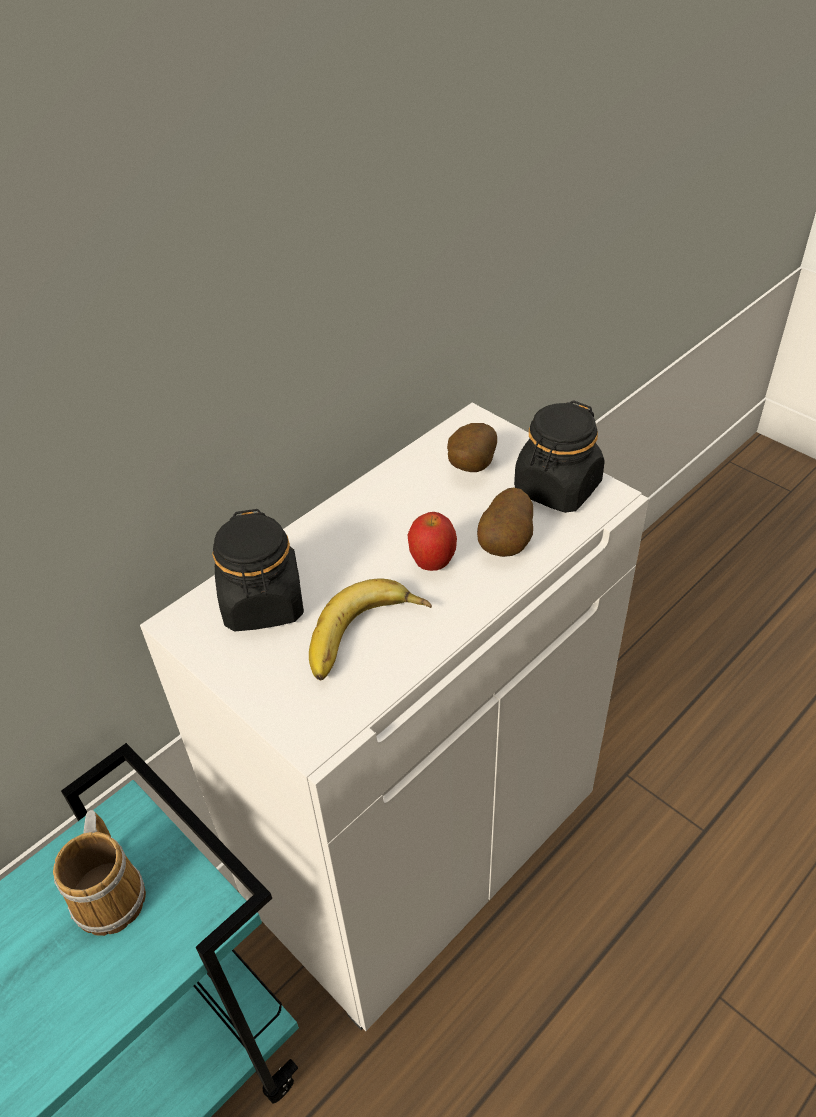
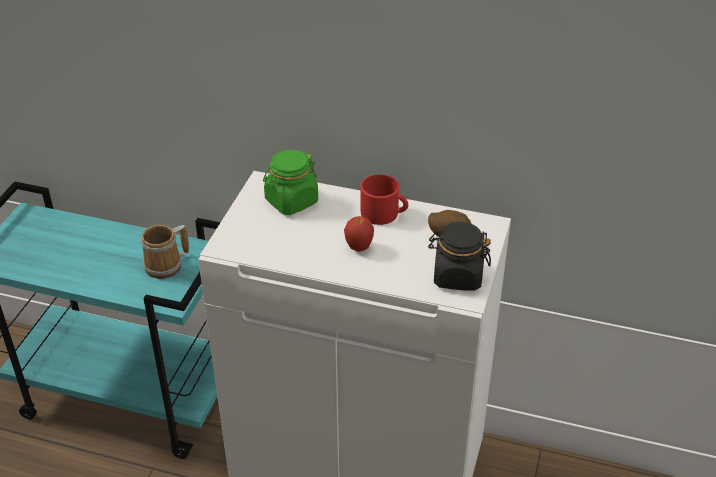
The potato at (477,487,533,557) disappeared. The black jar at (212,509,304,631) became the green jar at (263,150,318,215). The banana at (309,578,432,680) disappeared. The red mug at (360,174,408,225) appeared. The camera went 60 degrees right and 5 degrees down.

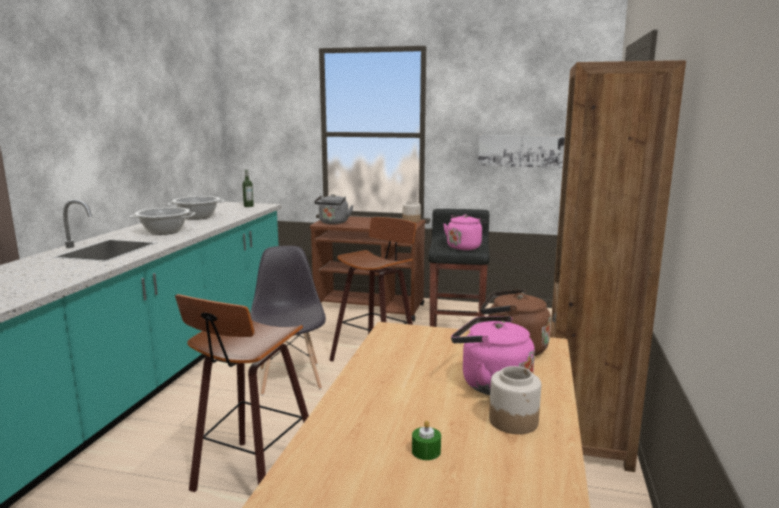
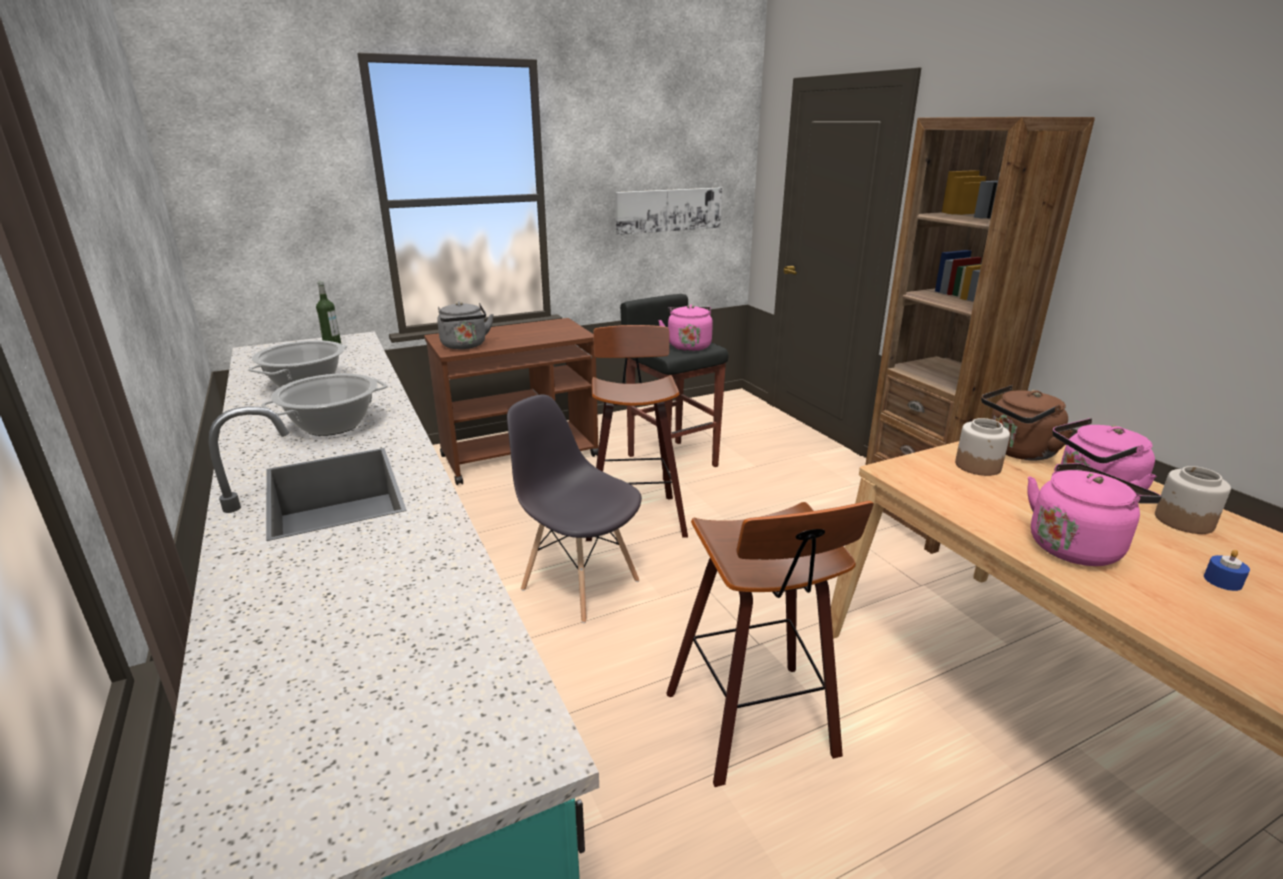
The jar moved from (403,201,421,223) to (955,418,1010,476). The green candle at (412,420,441,460) became the blue candle at (1204,550,1250,591). The pink kettle at (1027,463,1162,566) appeared. The camera went 40 degrees left and 10 degrees up.

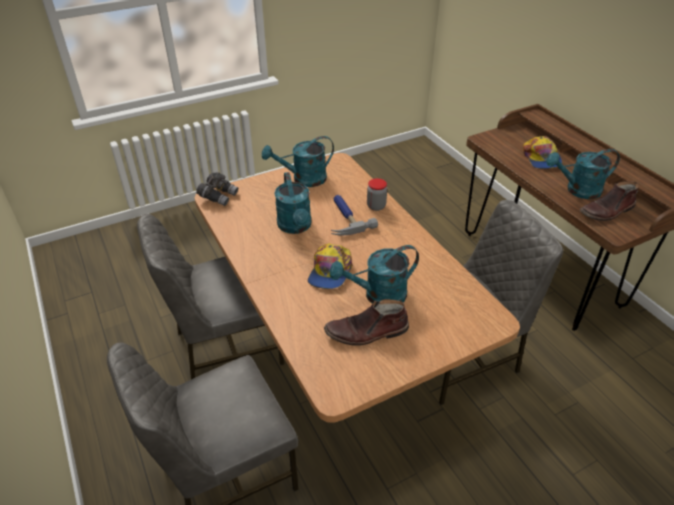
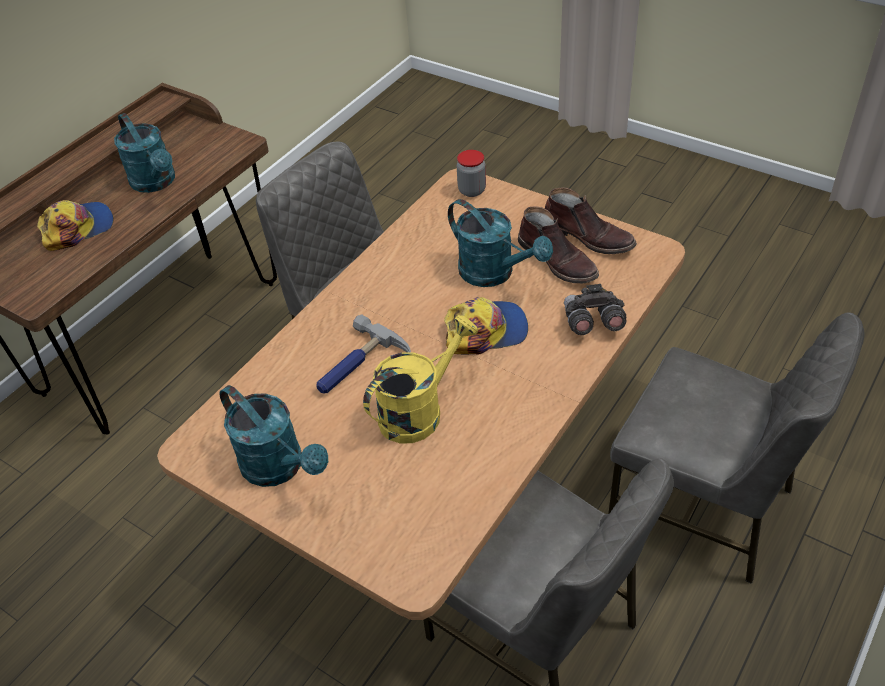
The grey binoculars moved from (196,172,238,206) to (564,284,626,335). The turquoise watering can at (274,172,311,234) became the yellow watering can at (363,315,478,443). The jar moved from (367,178,387,211) to (457,150,486,197). The brown boot moved from (580,181,639,221) to (545,187,637,254). The camera went 115 degrees left and 5 degrees up.

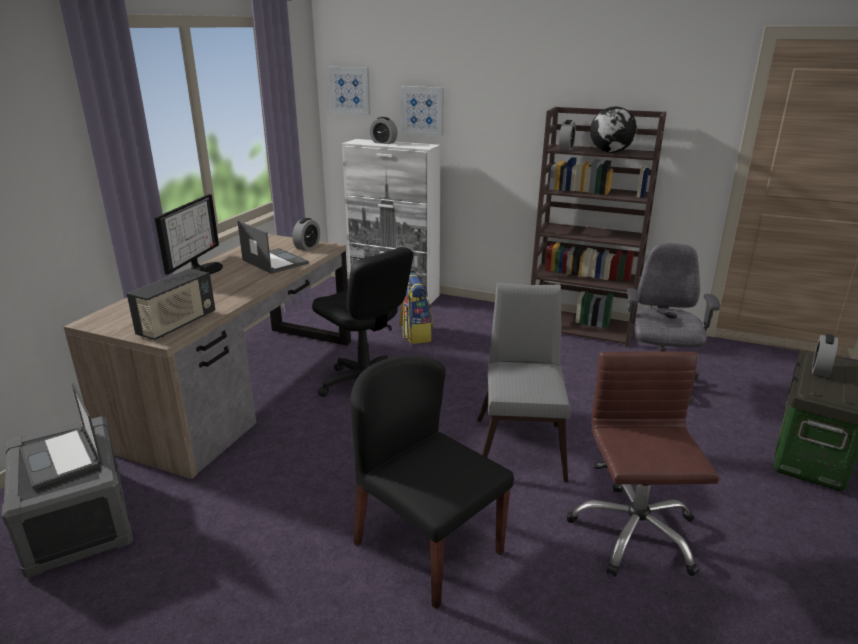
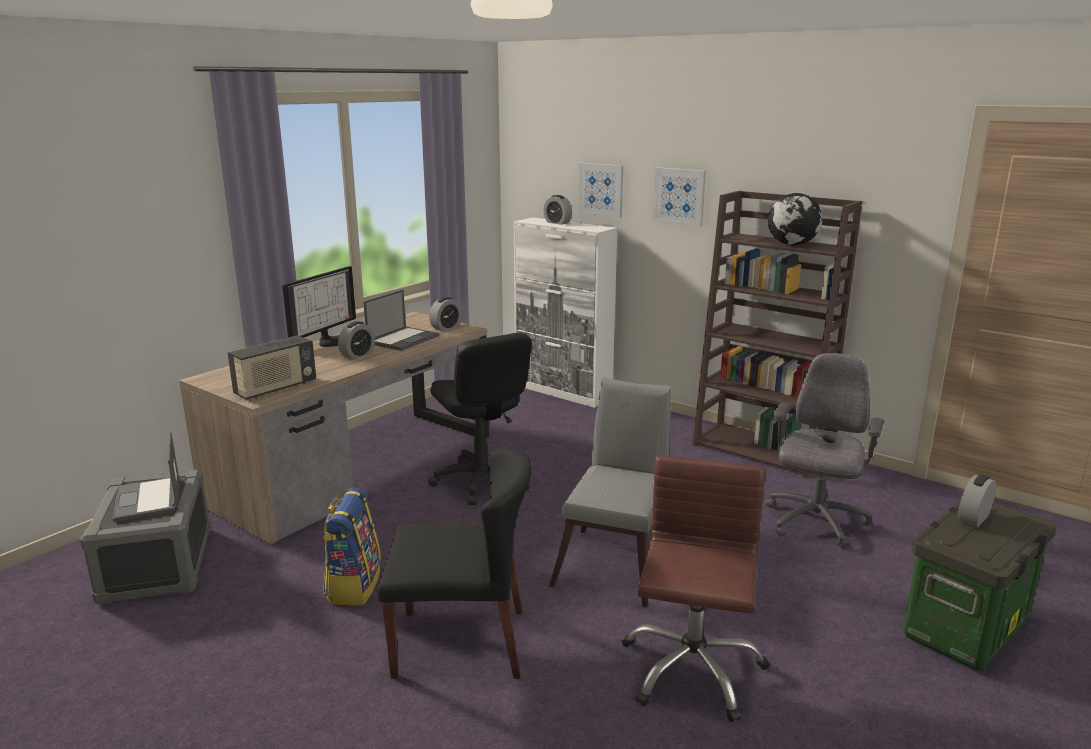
The picture moved from (328,67,370,115) to (653,167,706,227). The alarm clock moved from (559,120,576,151) to (338,321,375,359). The laptop at (238,221,309,274) turned 60 degrees clockwise. The backpack moved from (399,273,433,344) to (323,487,381,605). The black chair at (350,355,514,609) turned 120 degrees clockwise. The camera went 15 degrees right and 5 degrees down.

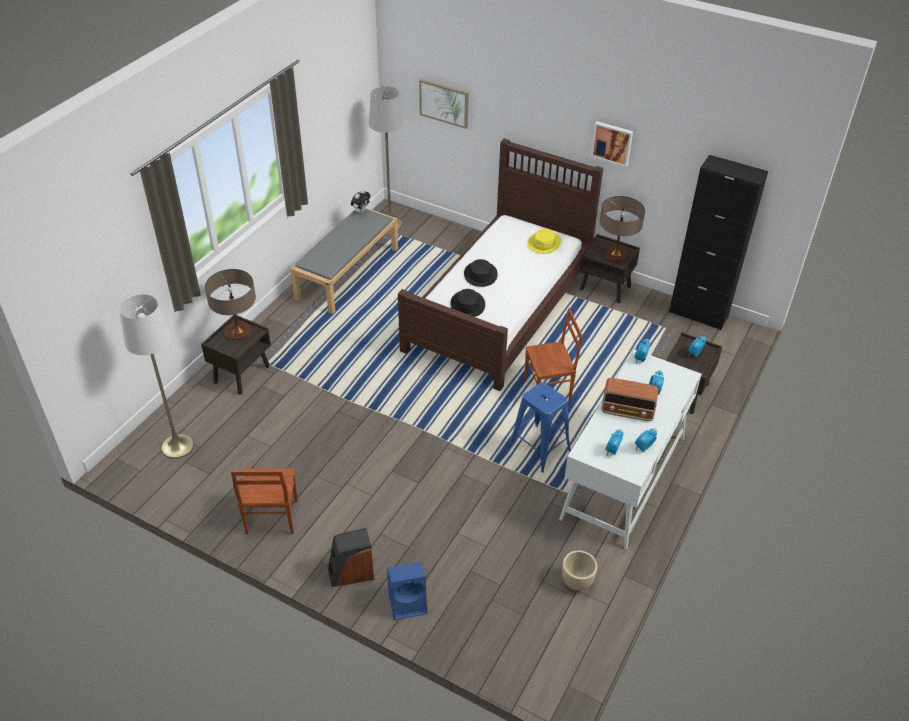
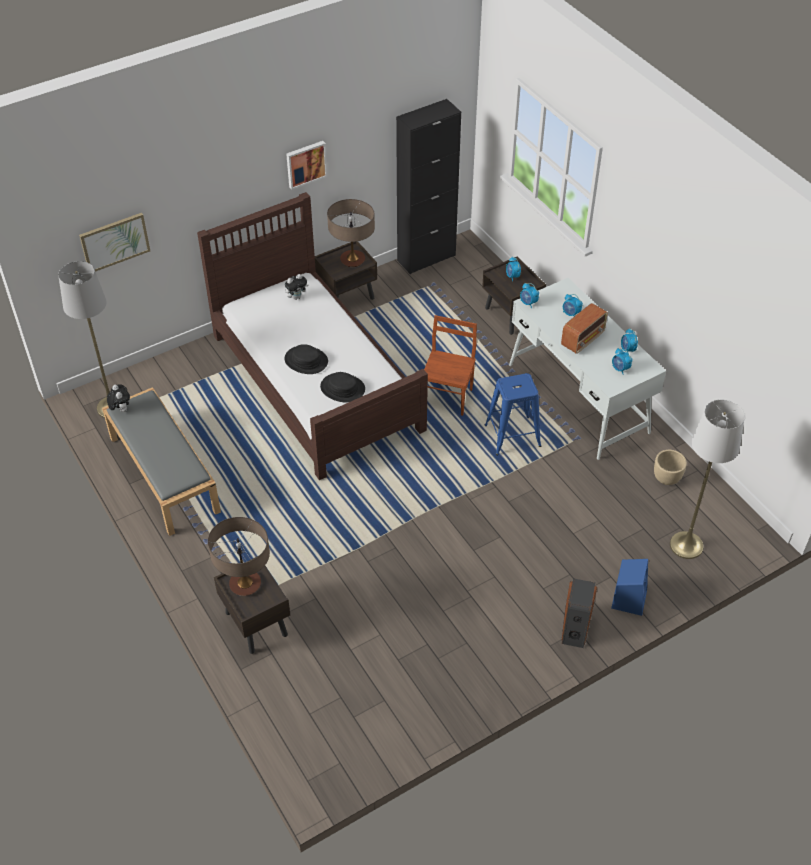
The yellow hat at (527,229,562,254) was replaced by the plush toy at (285,274,309,300). The white floor lamp moved from (119,294,194,459) to (670,400,745,559). The brown chair at (231,468,298,534) disappeared. The camera went 60 degrees left and 5 degrees up.

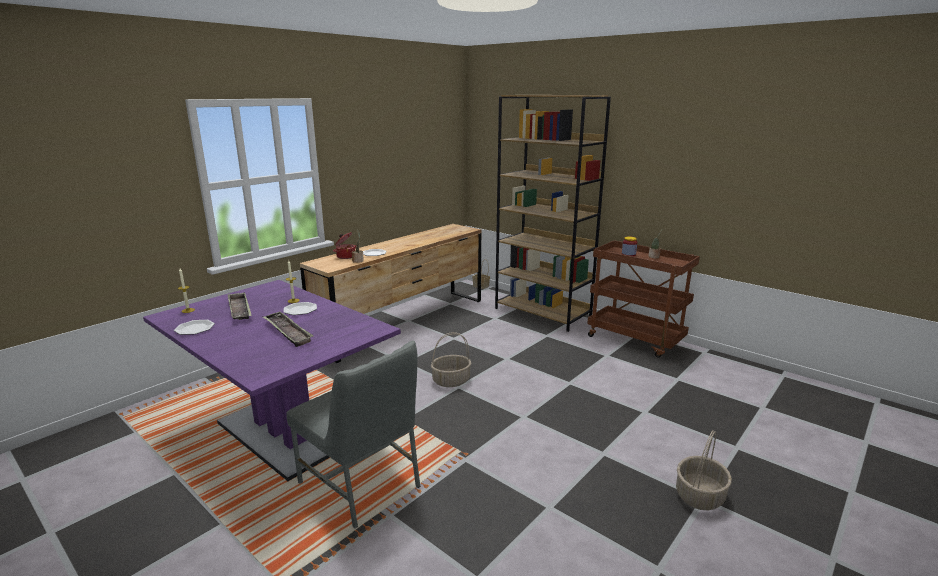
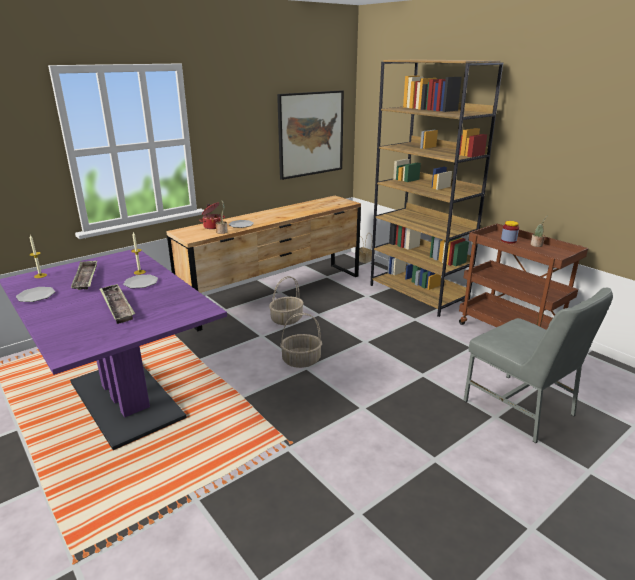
The grey chair moved from (286,341,421,529) to (463,288,613,443). The basket moved from (676,430,732,510) to (269,276,304,325). The picture at (277,90,344,180) appeared. The camera went 10 degrees right and 5 degrees up.

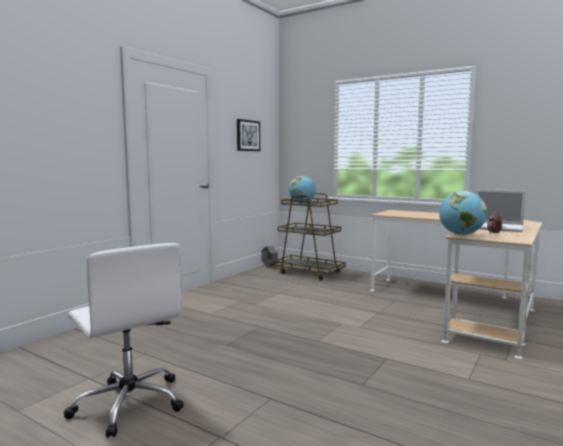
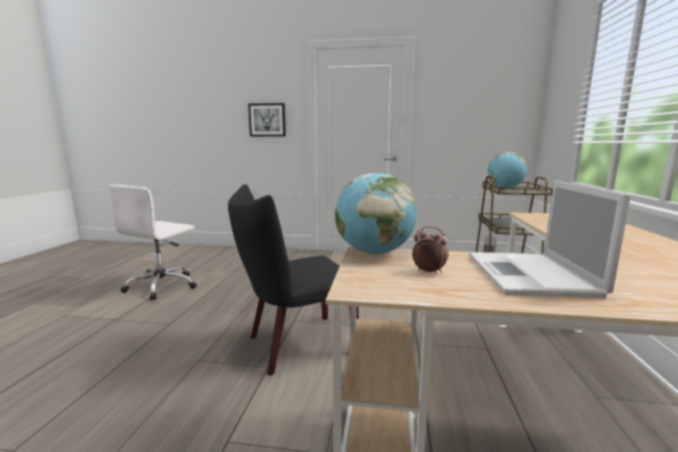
The picture moved from (237,119,260,151) to (248,103,286,137). The black chair at (228,184,359,376) appeared. The camera went 65 degrees right and 5 degrees up.

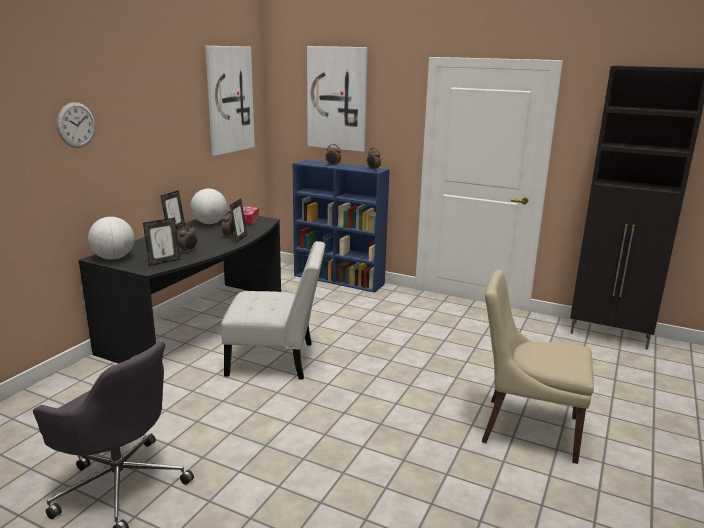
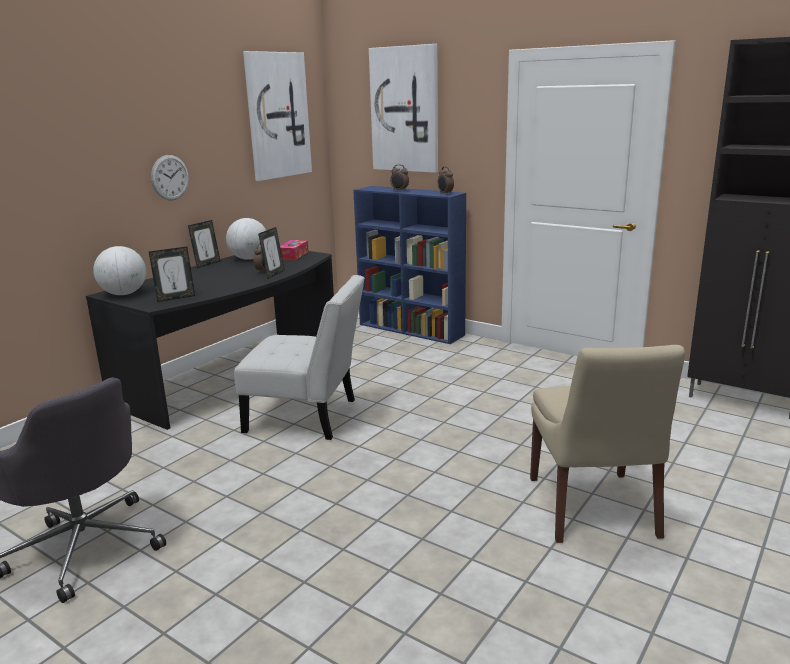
The wall clock moved from (57,102,95,148) to (151,155,189,200). The alarm clock at (178,225,197,252) disappeared. The beige chair at (482,270,594,464) turned 120 degrees counterclockwise. The camera went 10 degrees right and 0 degrees up.

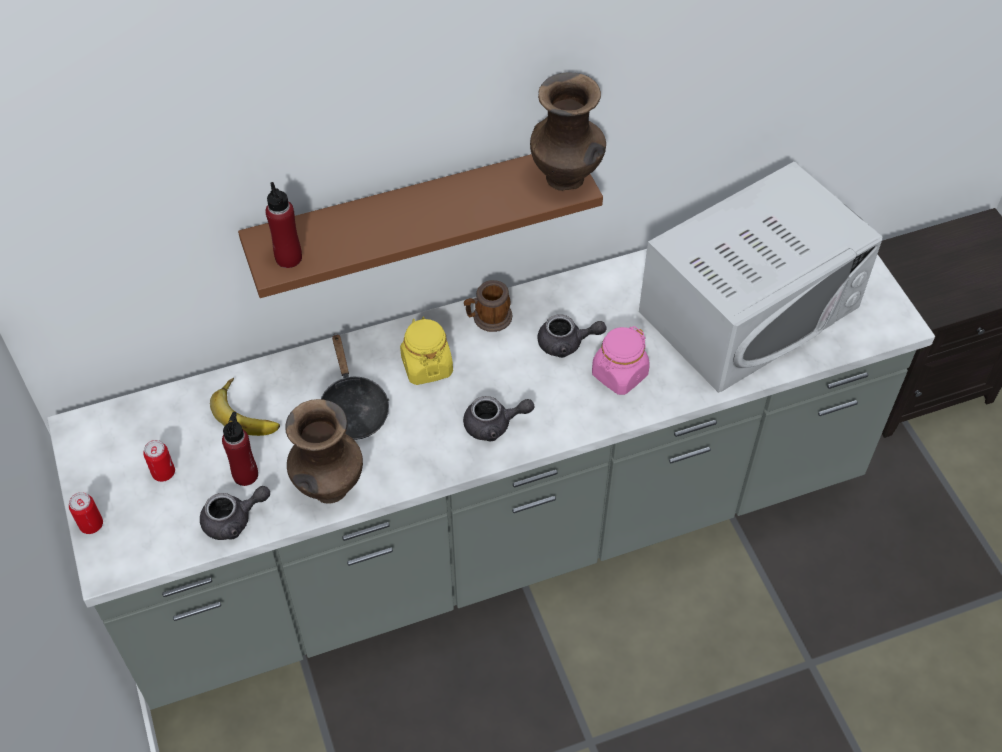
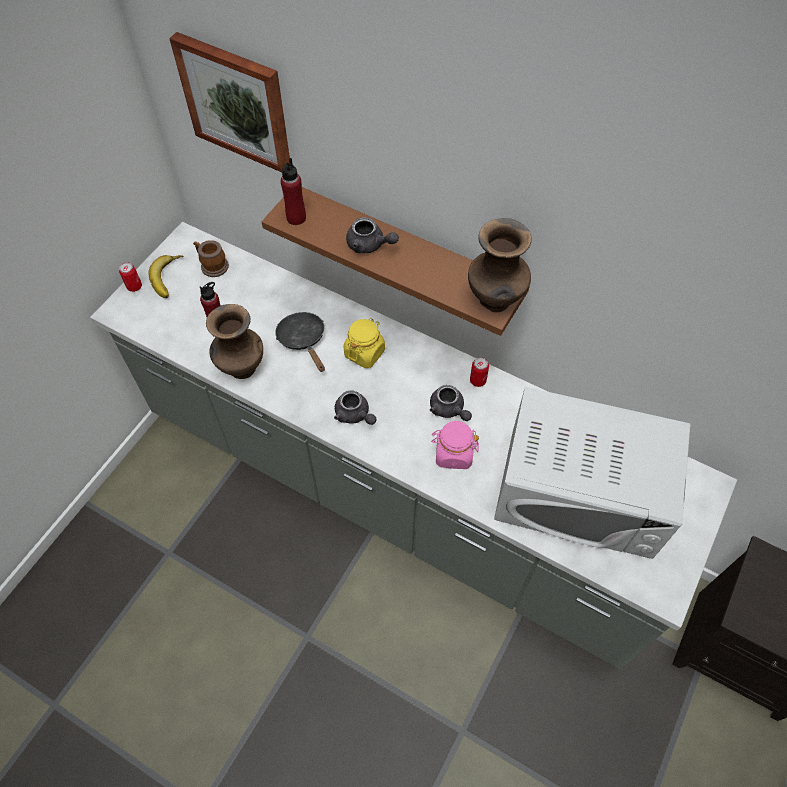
The mug moved from (464,280,512,332) to (193,240,229,277). The black frying pan at (321,333,390,440) turned 120 degrees clockwise. The banana moved from (210,378,280,436) to (148,255,183,298). The can moved from (143,440,175,482) to (470,357,489,387). The grey teapot moved from (200,486,270,540) to (346,217,399,253). The picture at (169,32,290,172) appeared. The camera went 50 degrees right and 5 degrees up.

